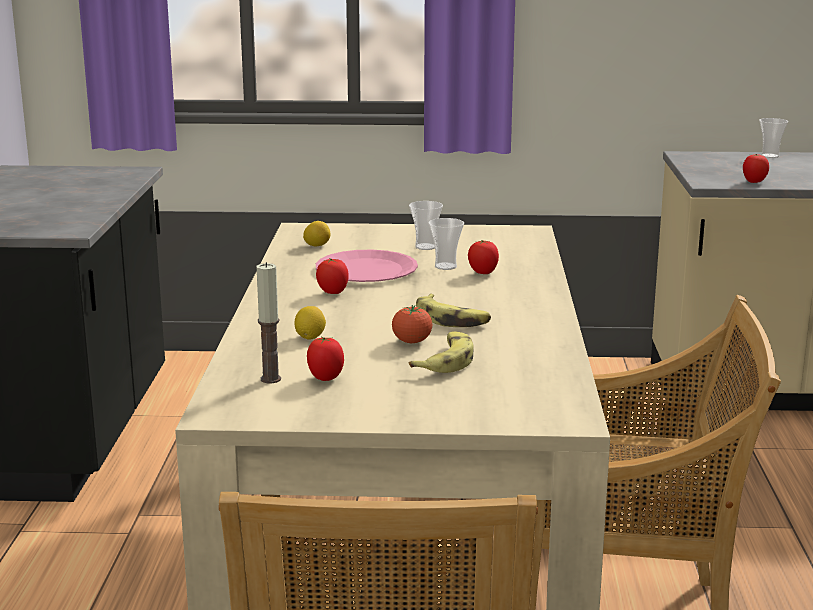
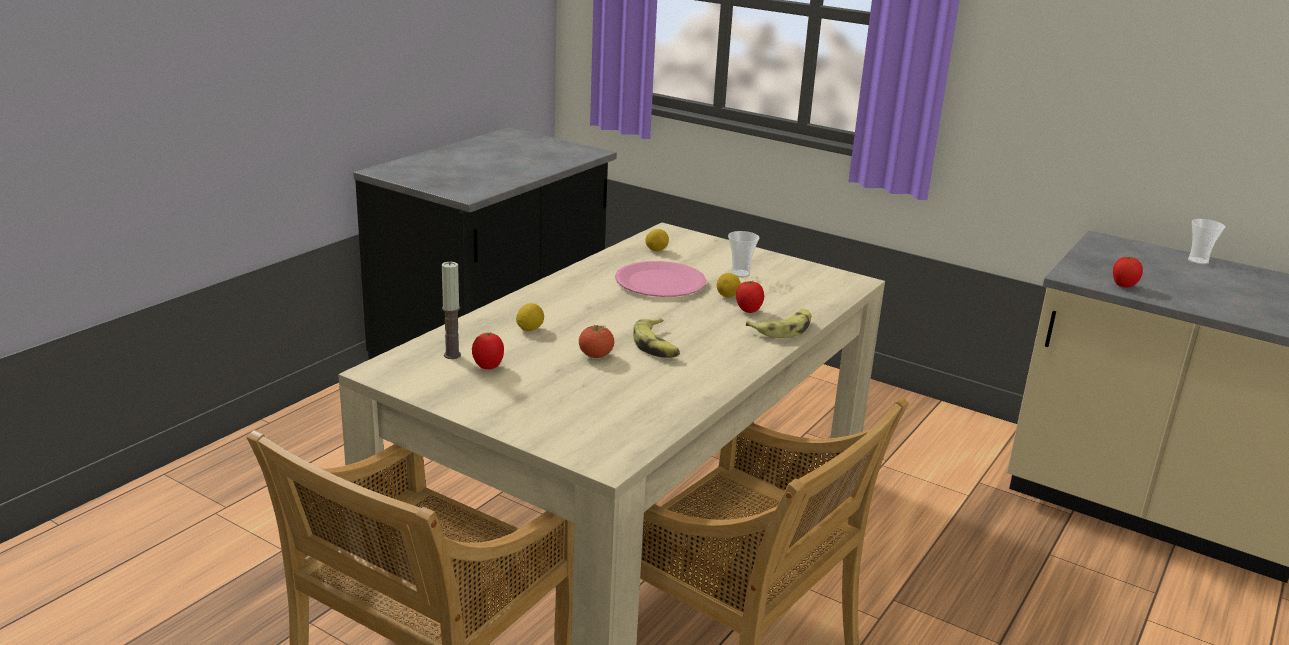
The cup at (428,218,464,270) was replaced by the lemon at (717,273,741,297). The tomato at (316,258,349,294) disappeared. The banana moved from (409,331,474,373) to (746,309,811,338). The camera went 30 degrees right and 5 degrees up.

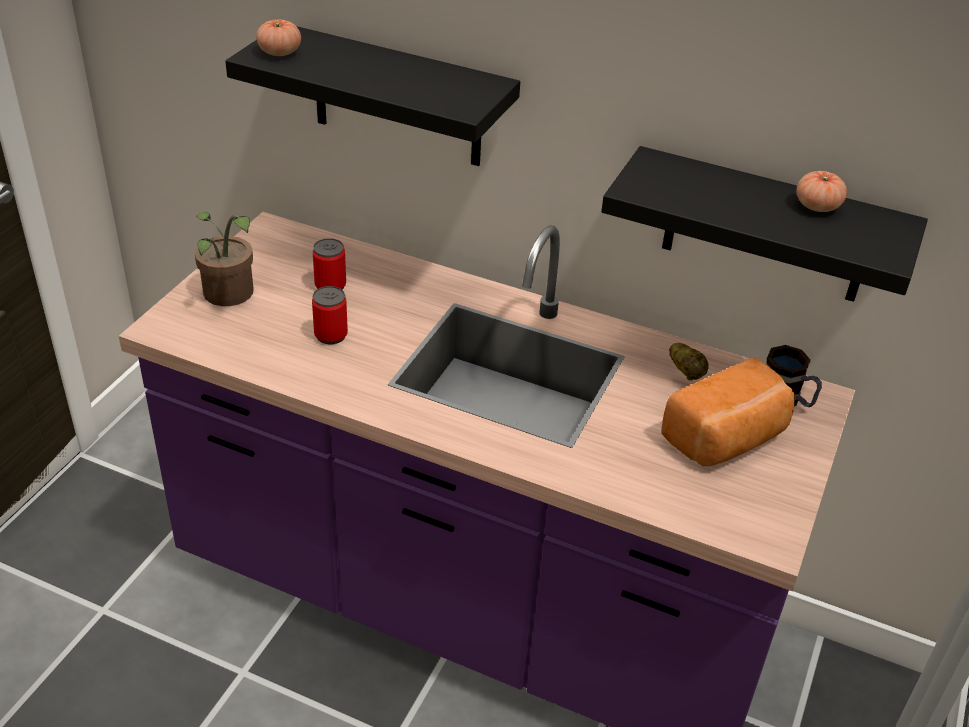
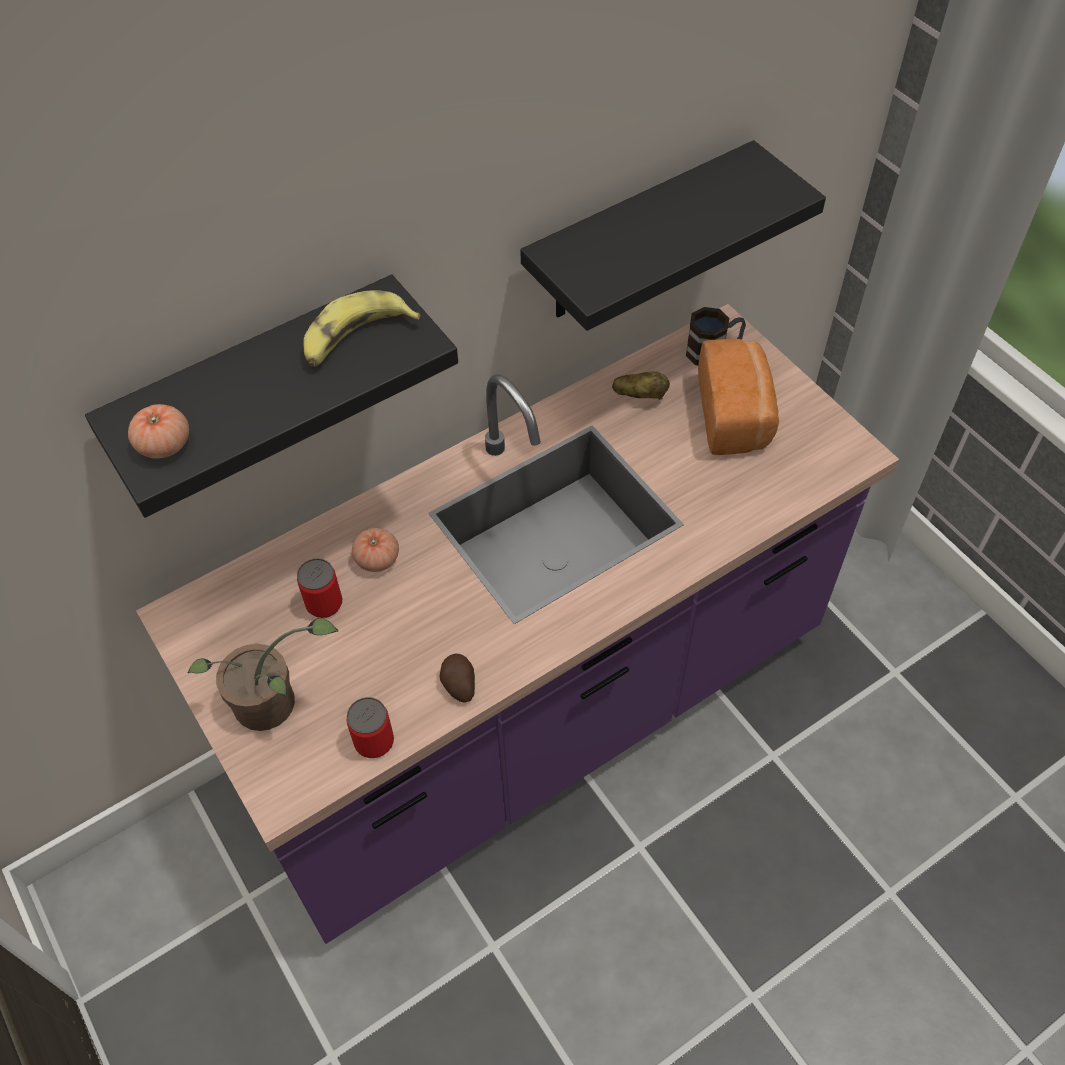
The tomato moved from (797,171,847,212) to (352,528,399,572). The can moved from (312,286,348,344) to (346,697,394,758). The banana at (303,290,421,367) appeared. The potato at (439,654,475,703) appeared. The camera went 55 degrees left and 15 degrees up.

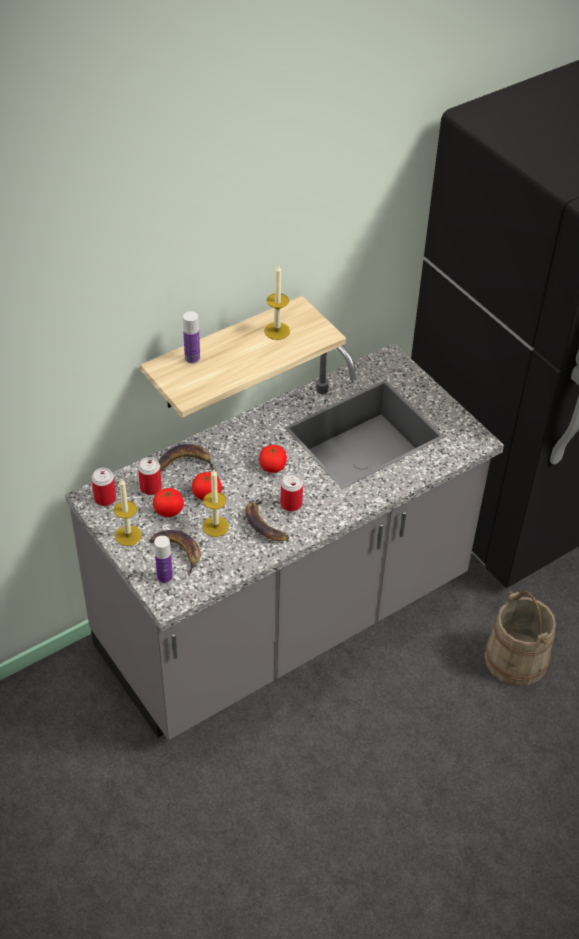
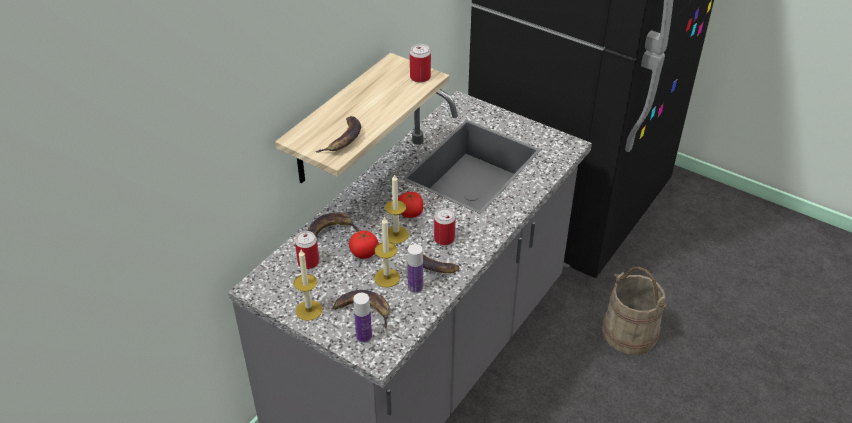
The candle moved from (264,264,290,340) to (385,174,409,244). The bottle moved from (183,311,200,364) to (407,244,423,293). The can moved from (91,468,116,506) to (410,44,431,83). The tomato at (153,488,184,517) disappeared. The banana at (315,116,361,153) appeared. The camera went 20 degrees left and 5 degrees down.

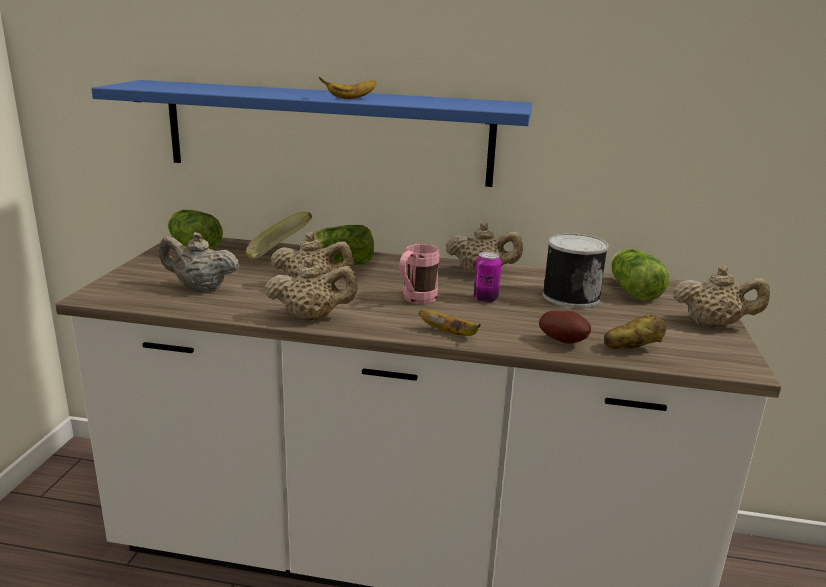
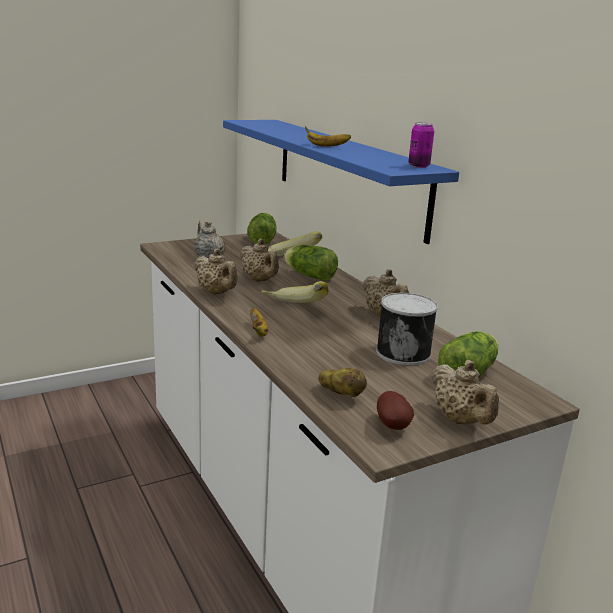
The pink mug at (399,244,440,304) was replaced by the banana at (261,281,328,303). The can moved from (474,252,501,303) to (408,122,434,168). The potato moved from (539,311,591,344) to (377,391,414,430). The camera went 50 degrees right and 0 degrees up.

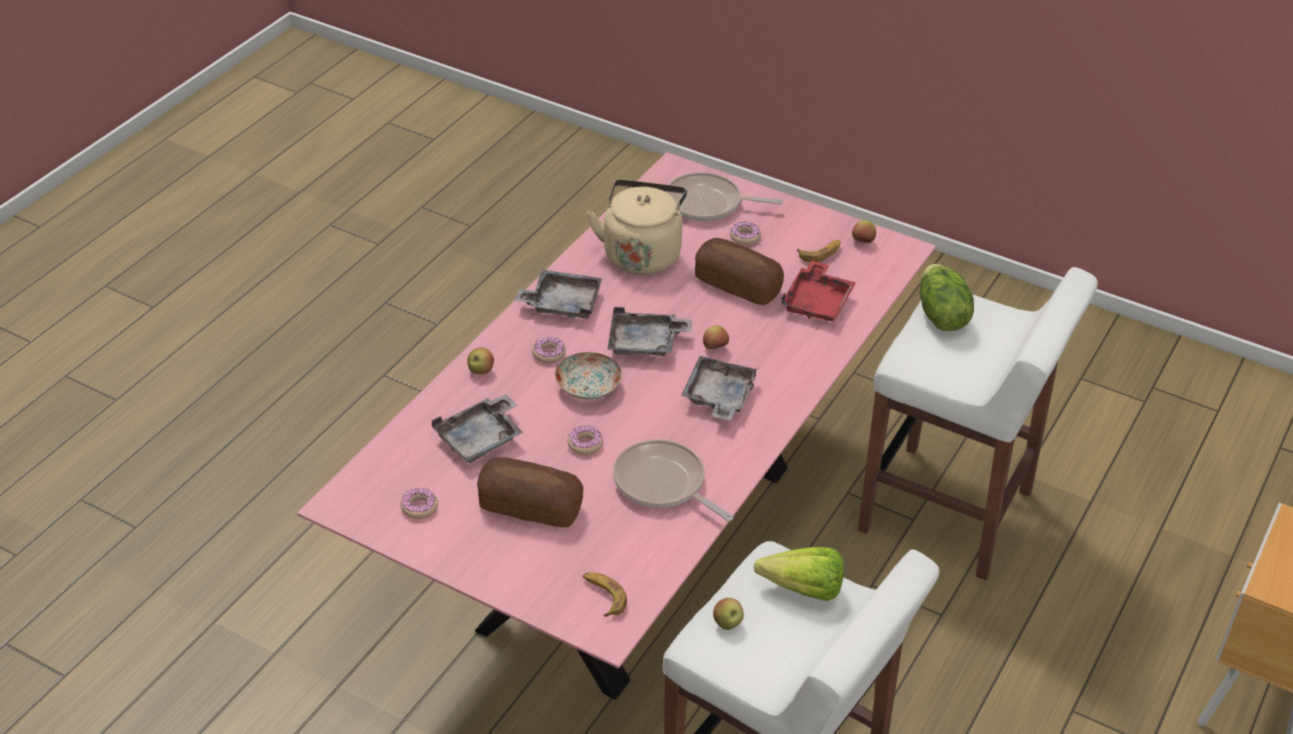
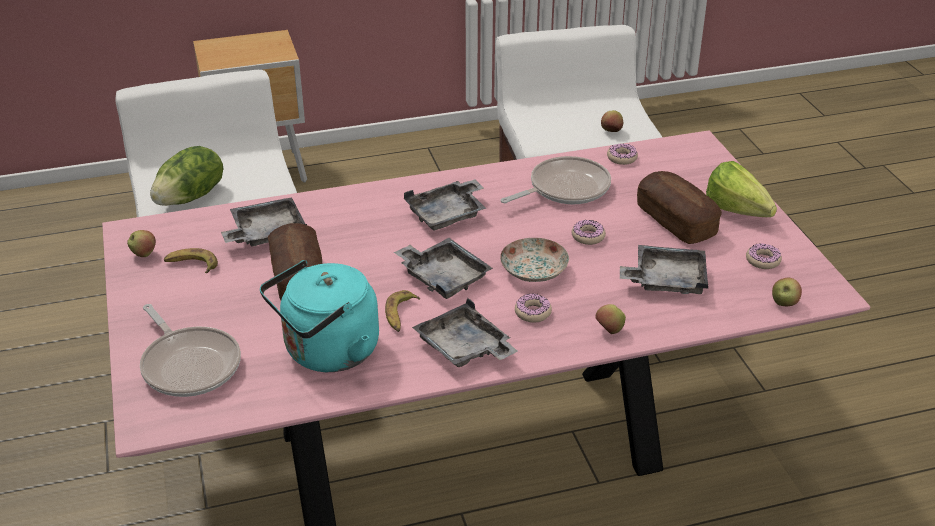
The beige kettle at (587,179,687,275) became the turquoise kettle at (260,260,379,372). The donut moved from (730,221,761,245) to (607,143,638,165). The red tray at (781,260,856,321) became the grey tray at (221,197,307,247). The apple moved from (703,325,729,349) to (772,278,802,306). The frying pan at (613,439,734,521) turned 120 degrees counterclockwise. The lettuce moved from (754,547,844,601) to (706,161,777,217). The banana moved from (583,572,627,617) to (385,290,420,332). The camera went 135 degrees left and 5 degrees down.

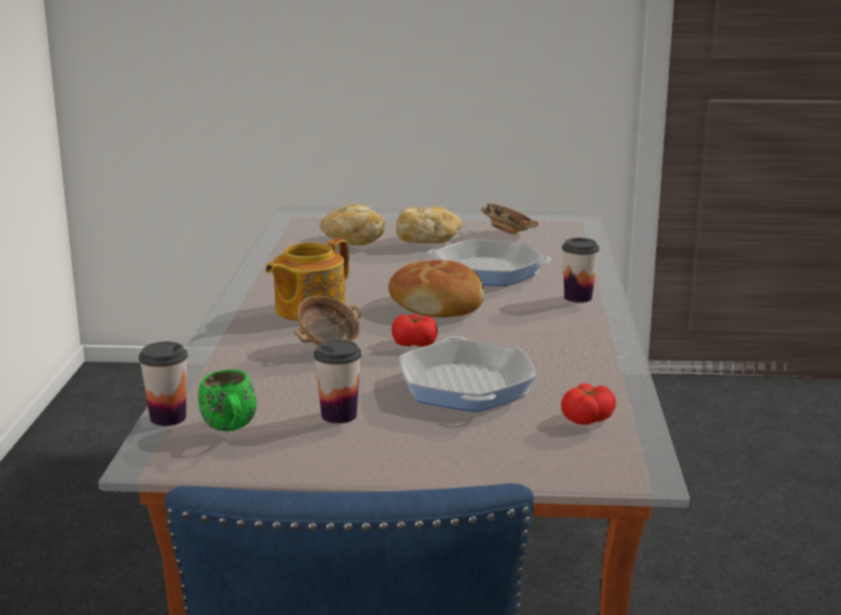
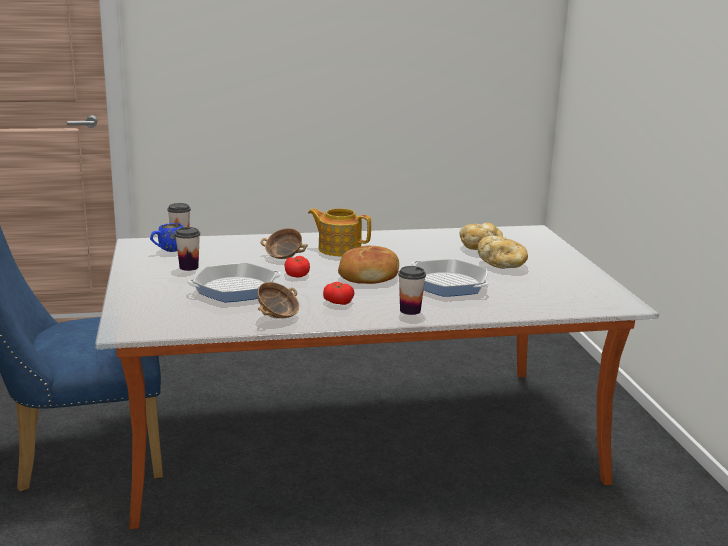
The bowl moved from (481,203,538,235) to (257,282,299,318). The frying pan at (427,239,551,286) turned 135 degrees clockwise. The green mug at (198,369,256,431) became the blue mug at (150,223,183,252). The tomato moved from (561,383,616,425) to (323,282,354,305). The camera went 75 degrees right and 0 degrees up.

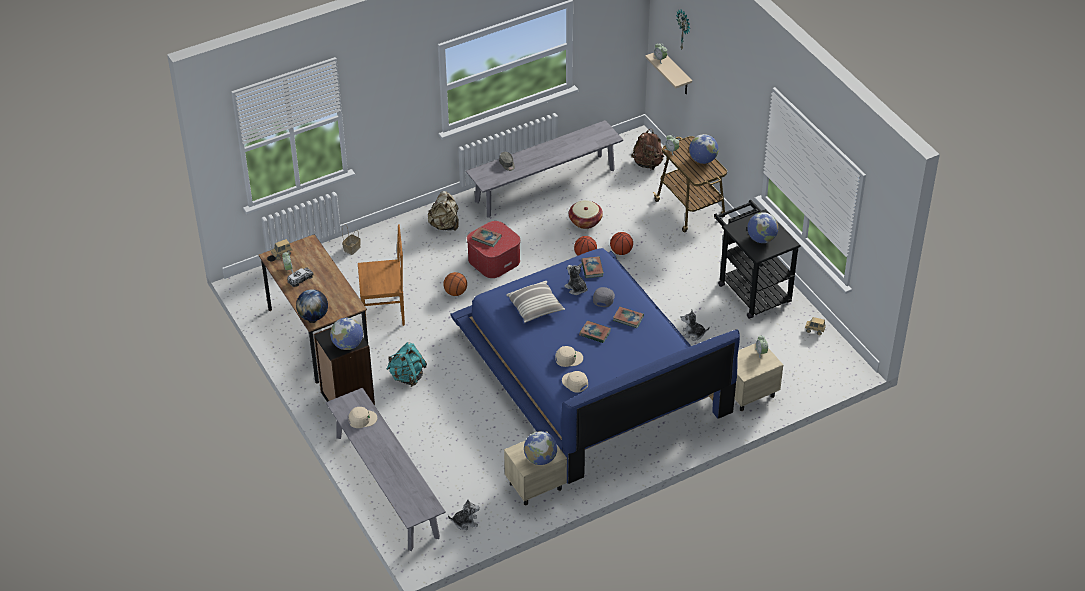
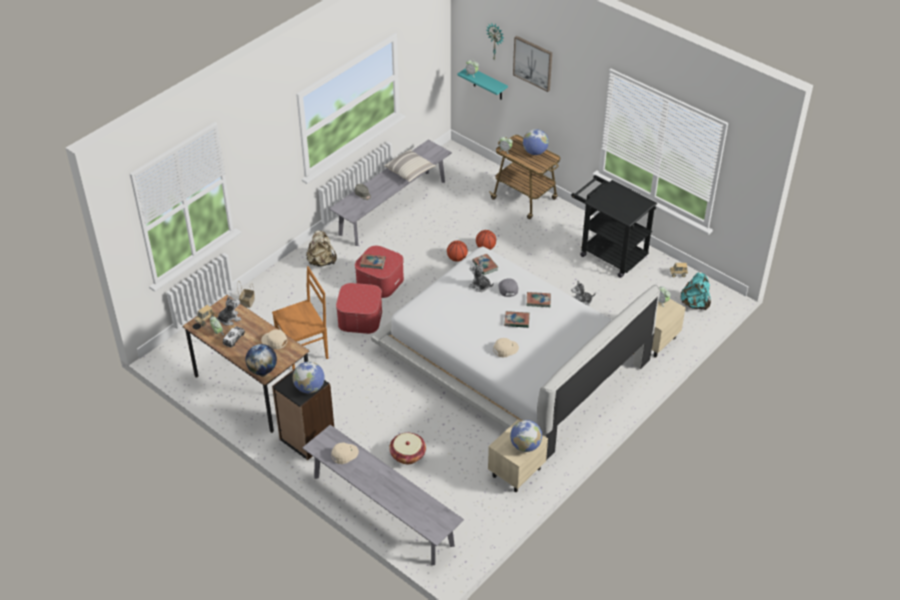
The beige shelf at (645,53,692,94) became the turquoise shelf at (457,68,508,100). The brown backpack at (631,129,664,170) disappeared. The basket moved from (569,200,603,229) to (389,433,426,464). The globe at (747,212,778,243) disappeared. The blue bed at (450,248,740,484) became the white bed at (371,246,660,460). The basketball at (443,272,467,296) was replaced by the ottoman at (336,283,382,334). The pillow moved from (506,281,565,323) to (384,149,436,182). The turquoise backpack moved from (387,342,427,387) to (680,272,711,310). The beige cap moved from (562,371,588,393) to (261,329,287,349). The plush toy moved from (448,499,480,530) to (213,296,242,326). The picture at (513,36,552,92) appeared. The camera went 20 degrees left and 0 degrees up.

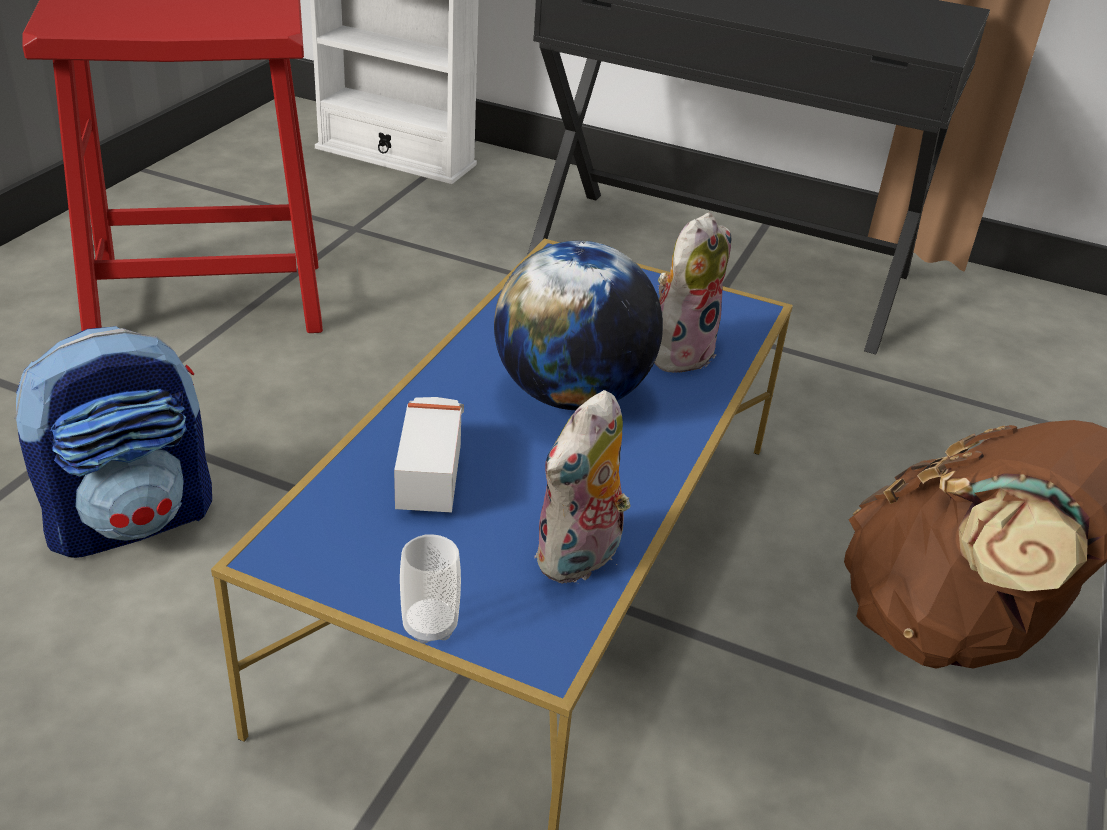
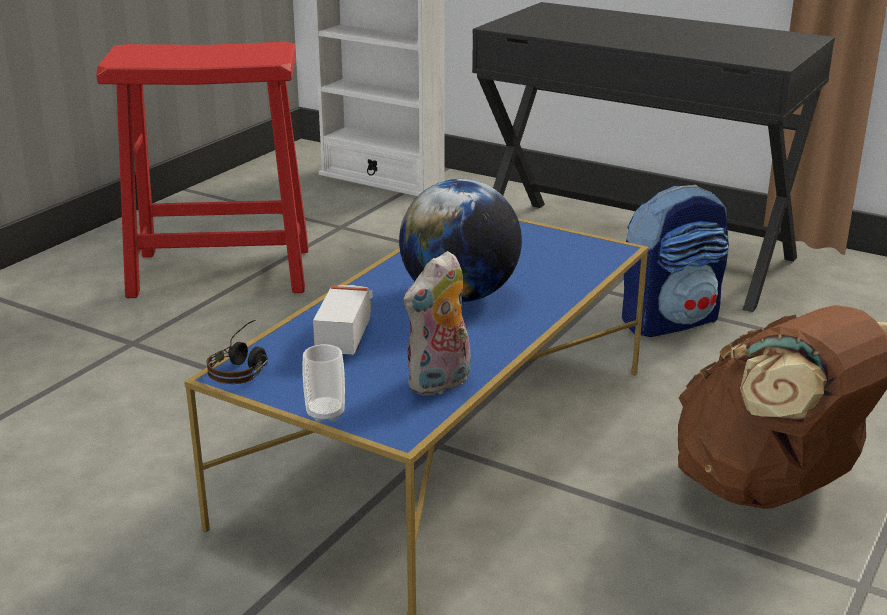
The plush toy at (654,213,731,375) disappeared. The backpack moved from (15,326,212,558) to (622,185,729,337). The headphones at (206,320,268,384) appeared. The camera went 10 degrees right and 10 degrees down.

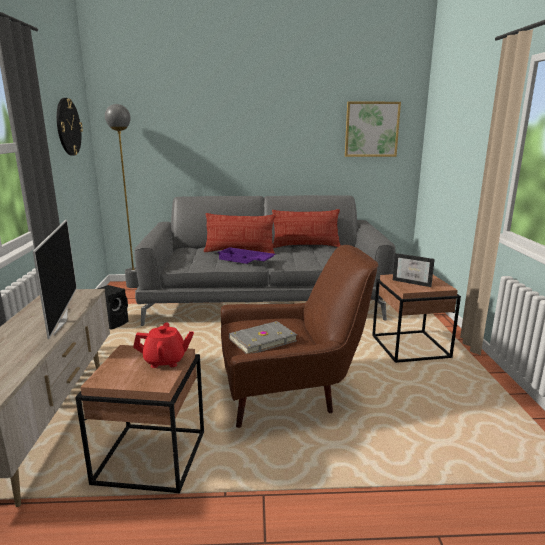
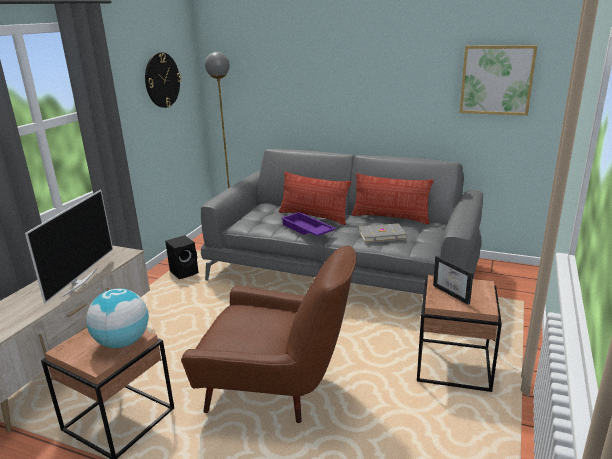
The grey book moved from (229,321,297,354) to (358,223,407,243). The red teapot at (133,322,194,368) was replaced by the globe at (86,289,149,348). The camera went 25 degrees right and 5 degrees up.

